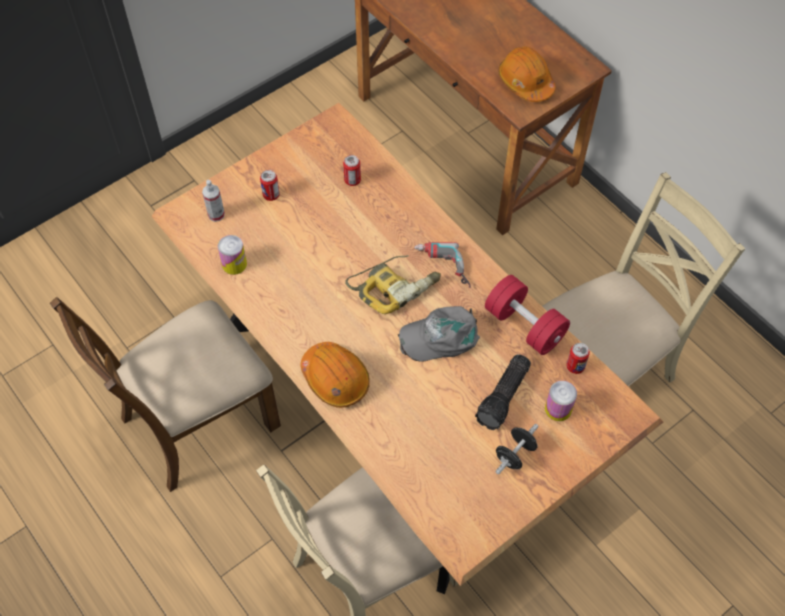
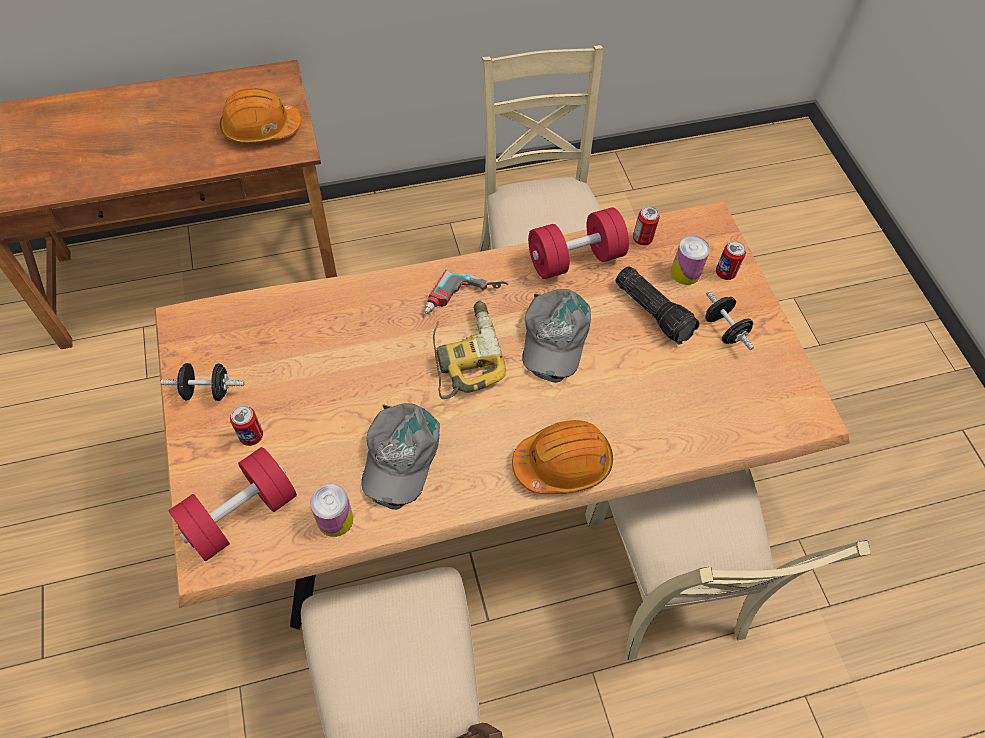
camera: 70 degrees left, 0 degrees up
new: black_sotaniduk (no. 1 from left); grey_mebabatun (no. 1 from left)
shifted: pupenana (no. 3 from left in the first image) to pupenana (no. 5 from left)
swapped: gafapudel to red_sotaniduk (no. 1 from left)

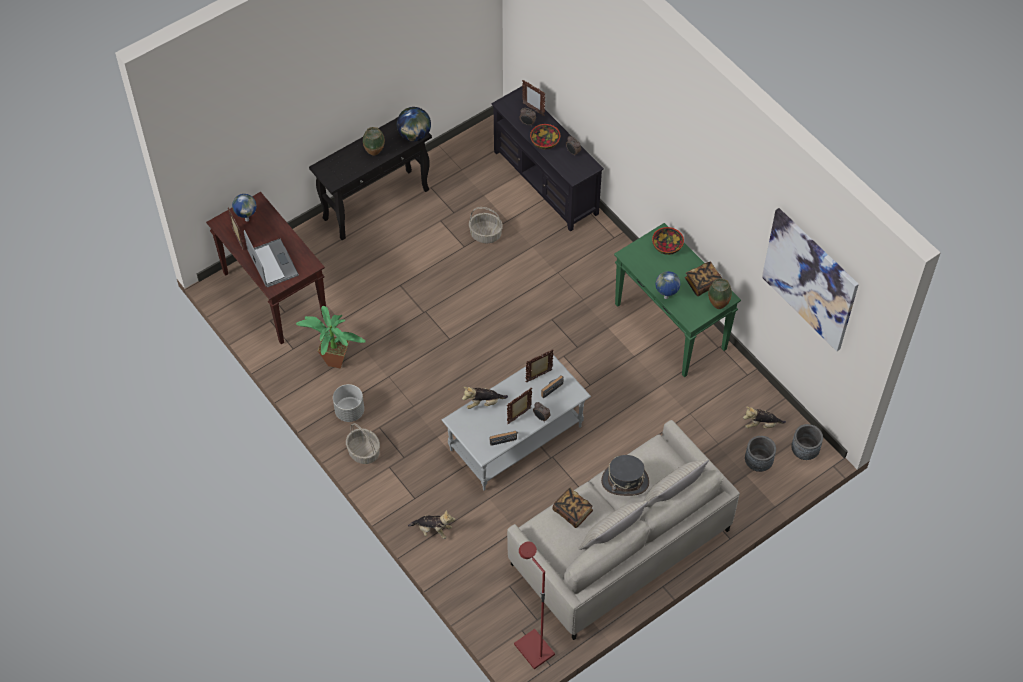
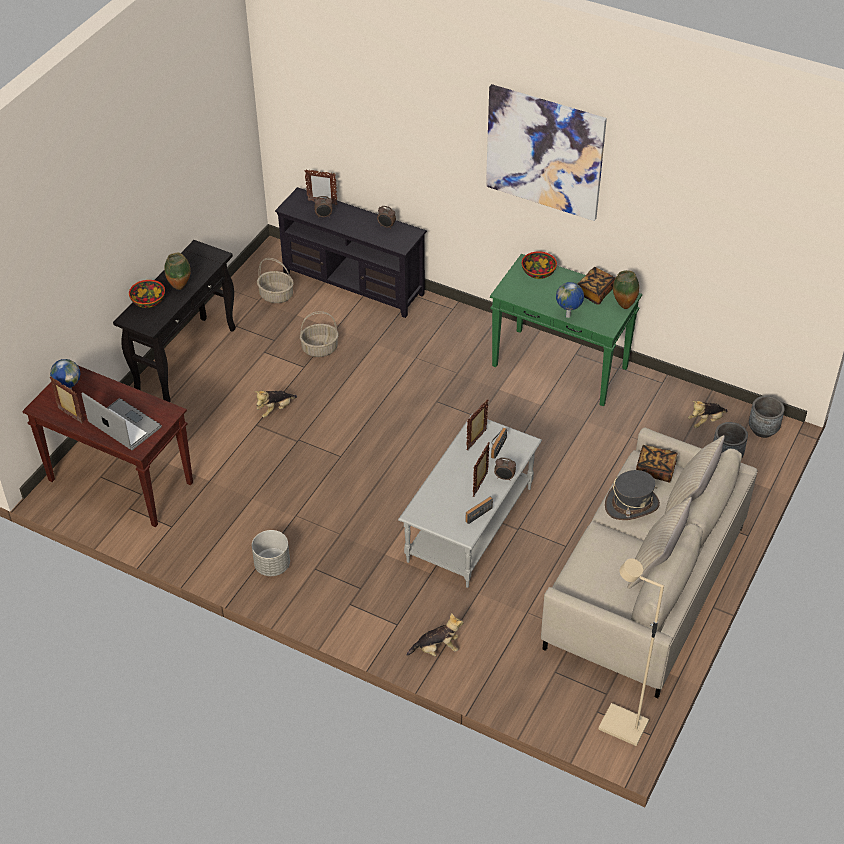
camera: 25 degrees left, 10 degrees down
gone: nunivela; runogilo (no. 2 from left)
shifted: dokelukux (no. 1 from left); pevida (no. 2 from left in the first image) to pevida (no. 1 from left); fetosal (no. 1 from left); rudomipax; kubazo (no. 1 from left in the first image) to kubazo (no. 2 from left)
repainted: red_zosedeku to beige_zosedeku

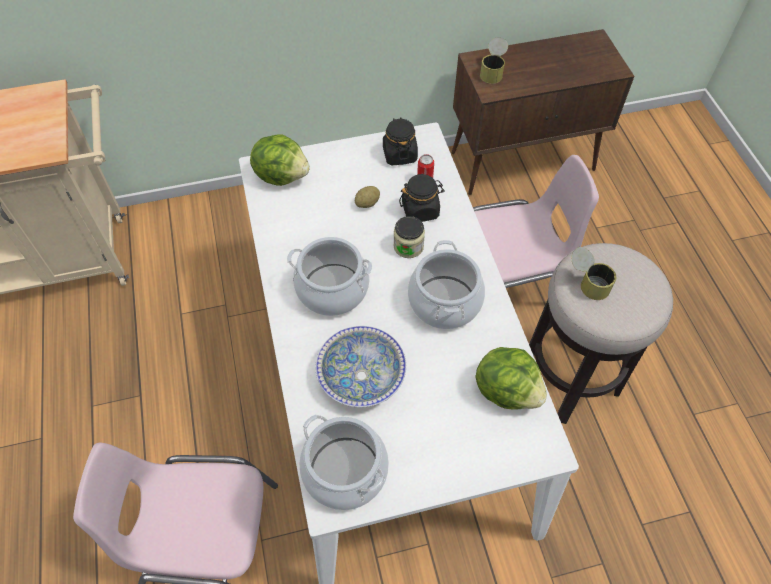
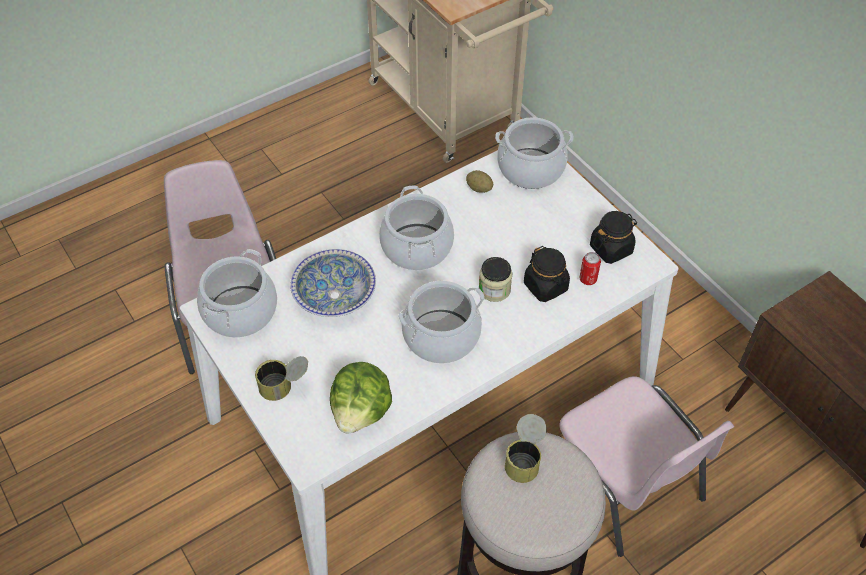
camera: 70 degrees right, 5 degrees down
shifted: pupenana (no. 2 from left in the first image) to pupenana (no. 1 from left); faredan
swapped: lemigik (no. 1 from left) to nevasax (no. 4 from left)

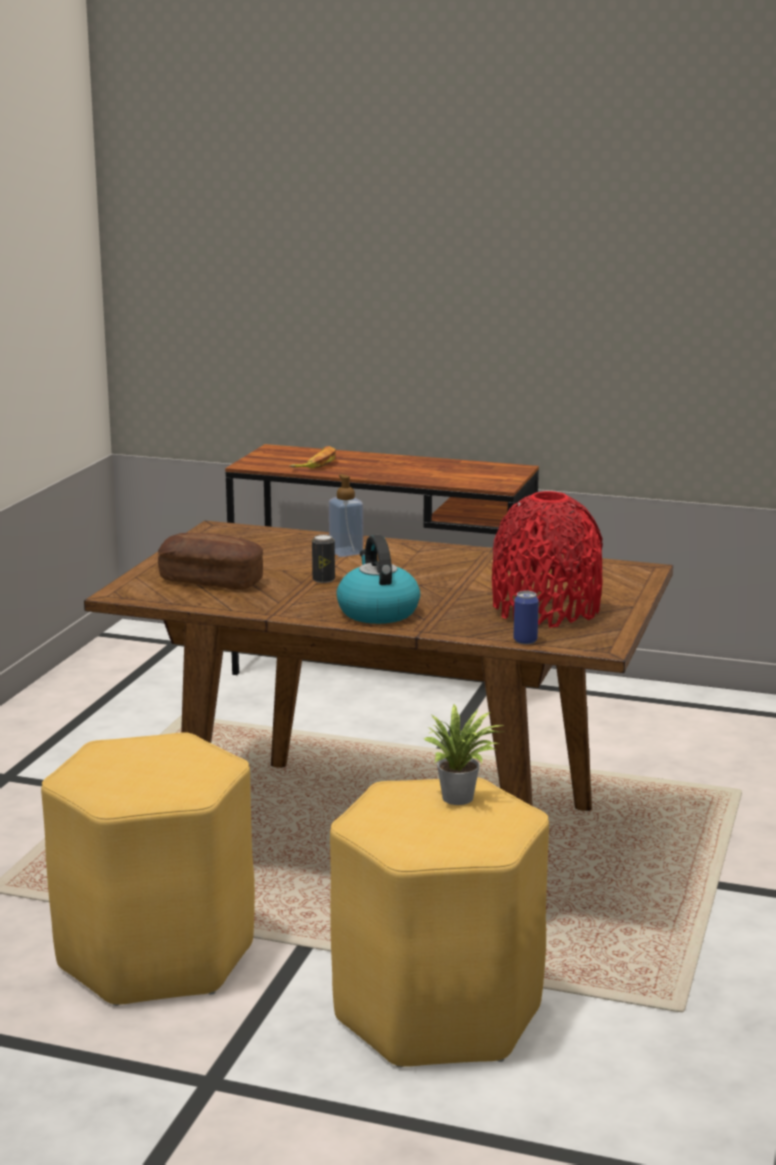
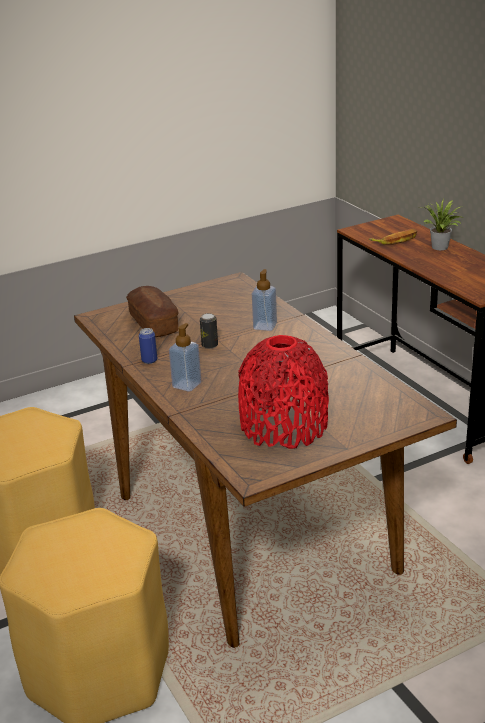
camera: 45 degrees right, 10 degrees up
shifted: pupenana (no. 2 from left in the first image) to pupenana (no. 1 from left); nunivela
swapped: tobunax to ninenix (no. 1 from left)

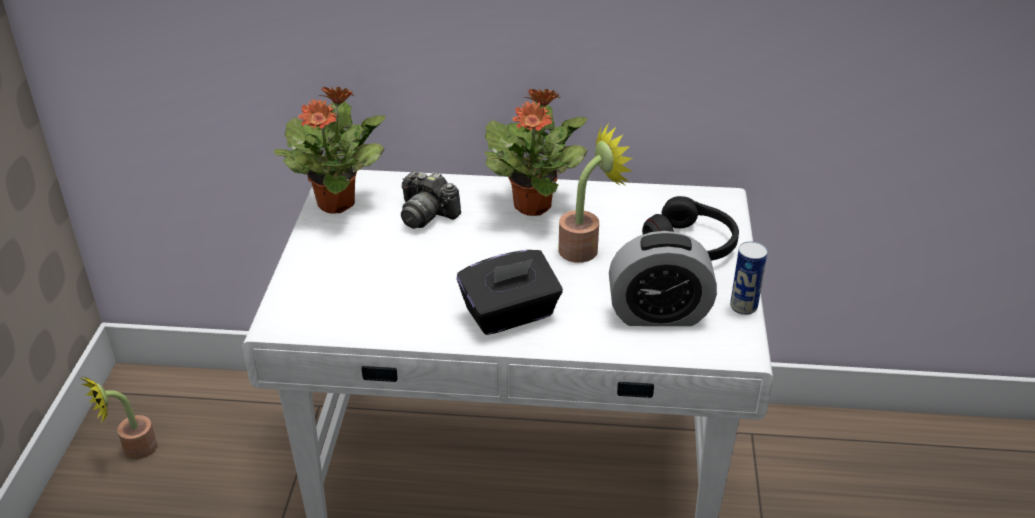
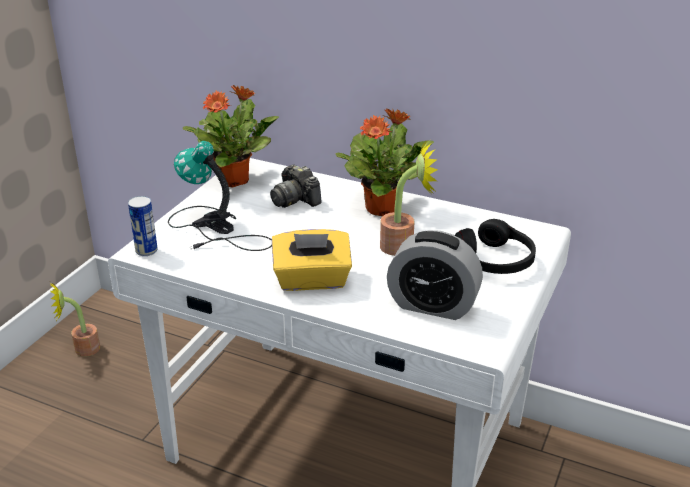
camera: 20 degrees right, 5 degrees down
new: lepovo
shifted: pupenana
repainted: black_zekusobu to yellow_zekusobu

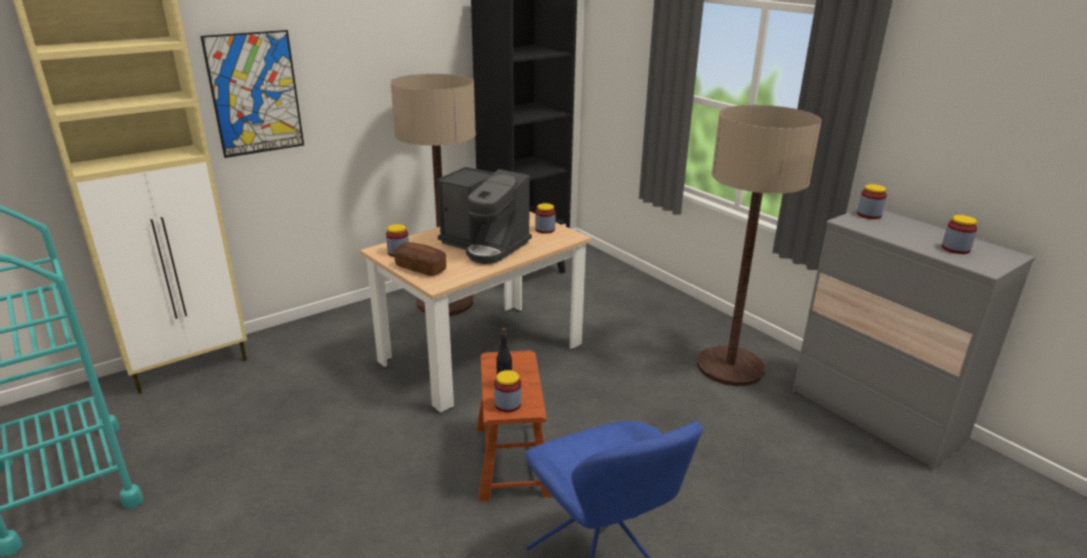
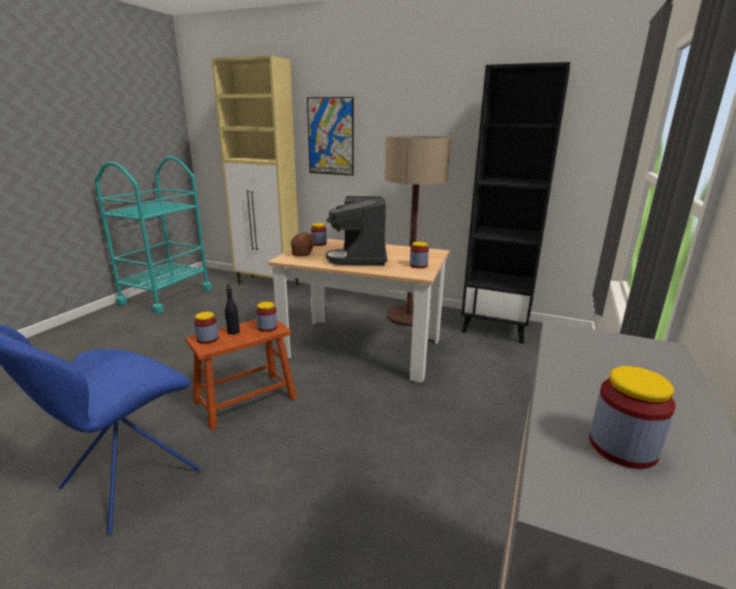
camera: 60 degrees right, 5 degrees down
gone: zosedeku (no. 2 from left)
shifted: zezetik (no. 4 from left in the first image) to zezetik (no. 2 from left)

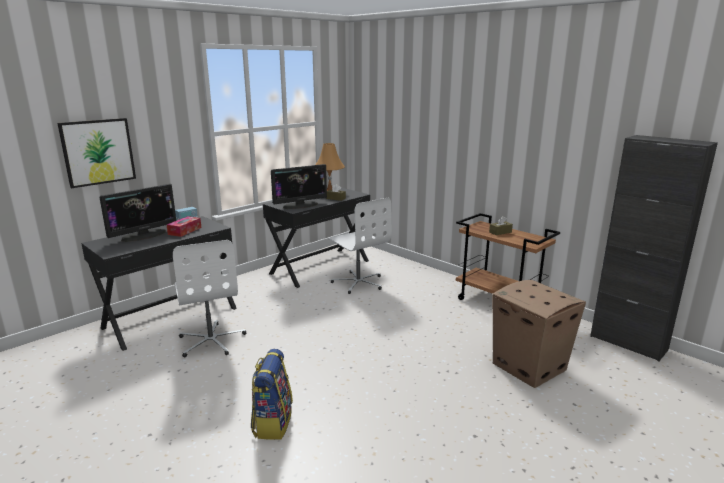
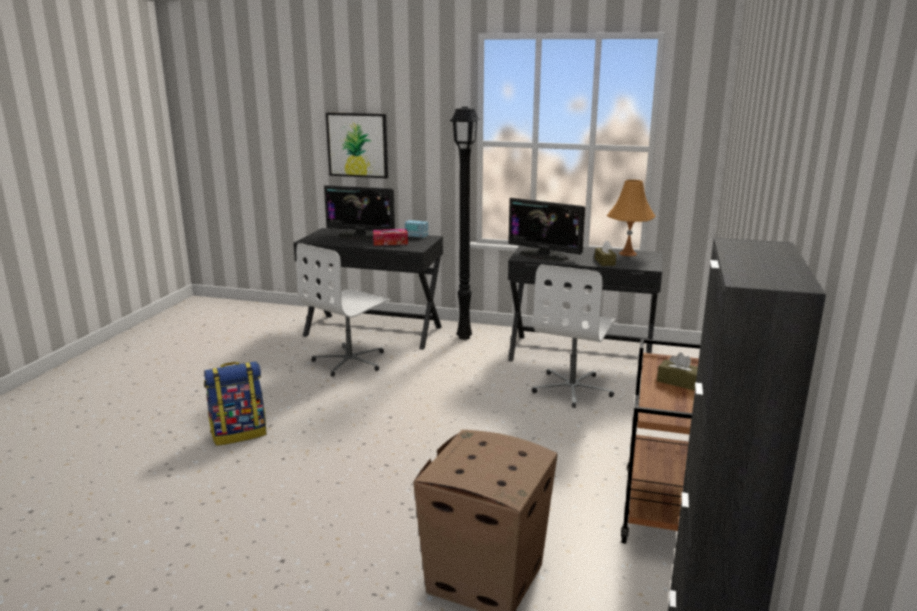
camera: 60 degrees right, 0 degrees up
new: black_zosedeku

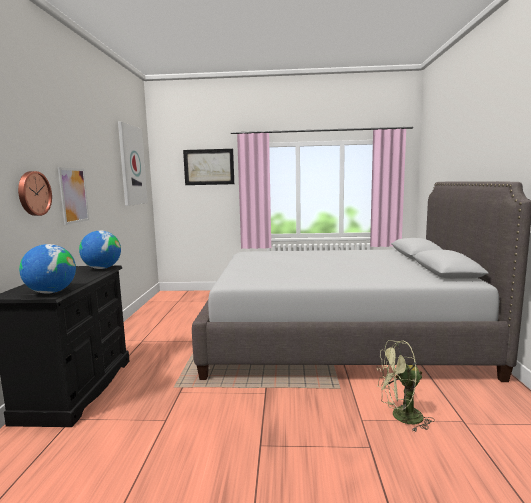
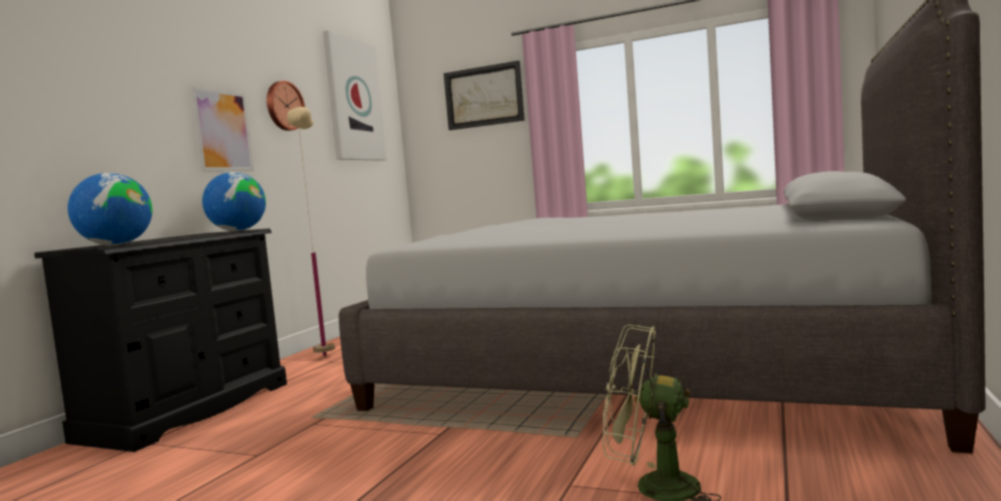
camera: 20 degrees right, 5 degrees down
new: beige_zosedeku
shifted: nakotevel

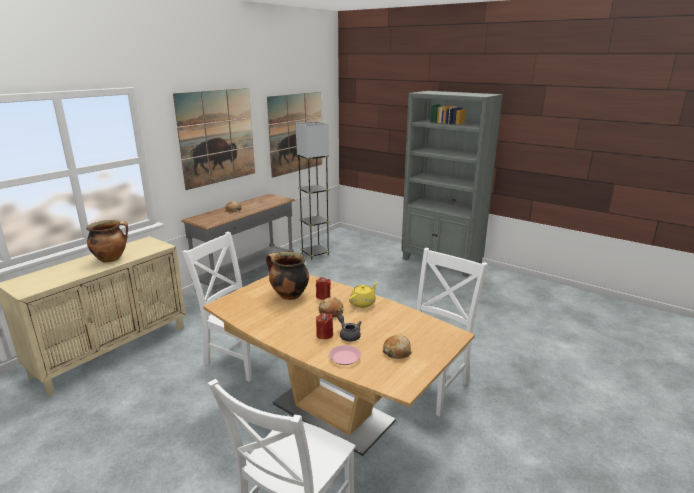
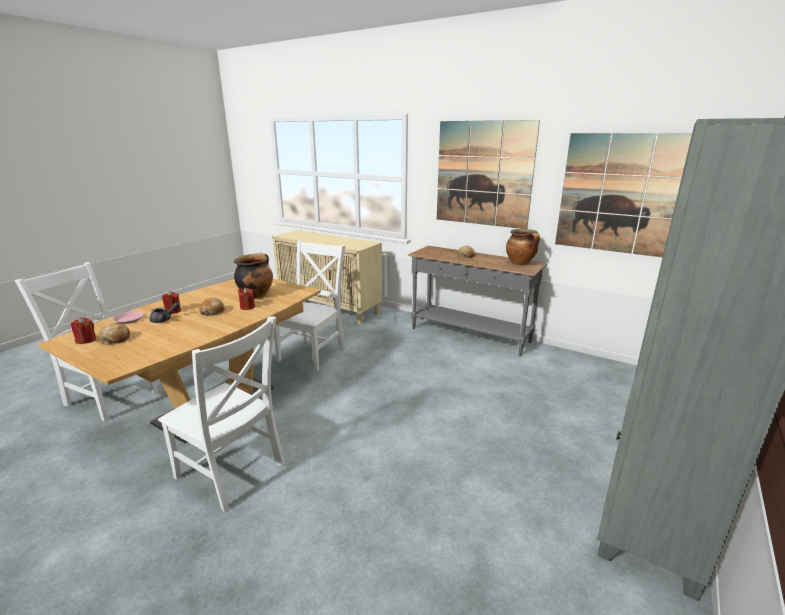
camera: 85 degrees right, 0 degrees up
gone: grey_zosedeku; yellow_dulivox
new: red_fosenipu (no. 1 from left)
shifted: nevasax (no. 1 from left in the first image) to nevasax (no. 2 from left)

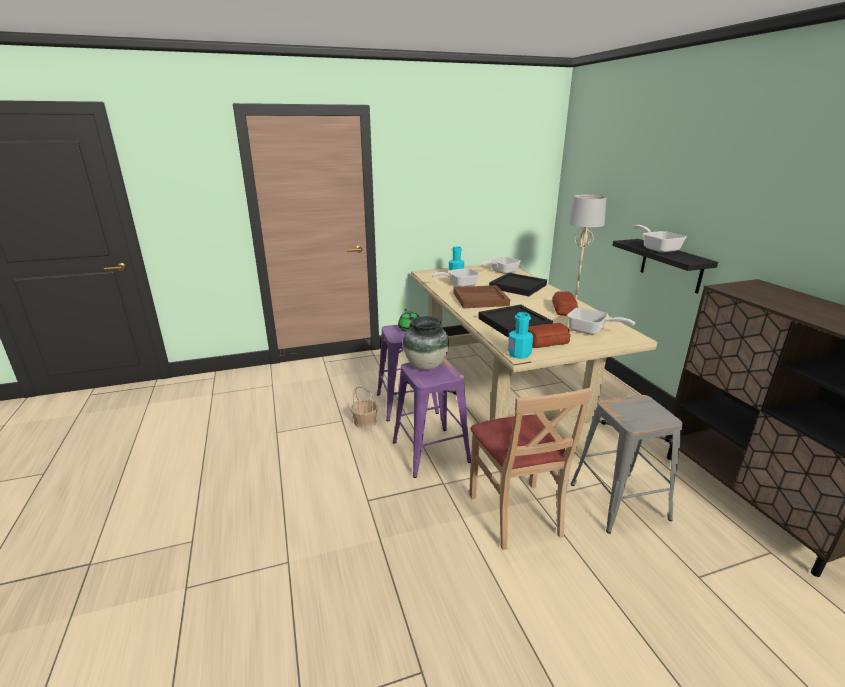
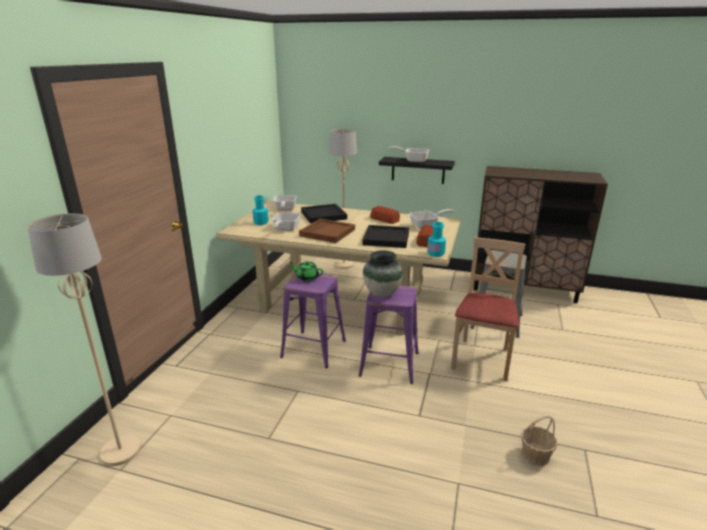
camera: 55 degrees left, 0 degrees up
new: beige_zosedeku (no. 1 from left)
shifted: fetosal
rotated: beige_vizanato 90 degrees counterclockwise

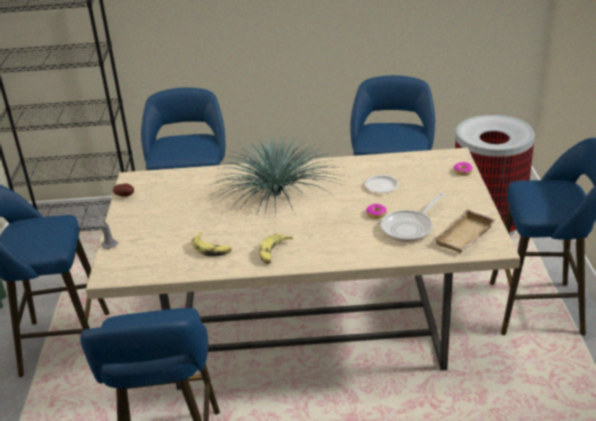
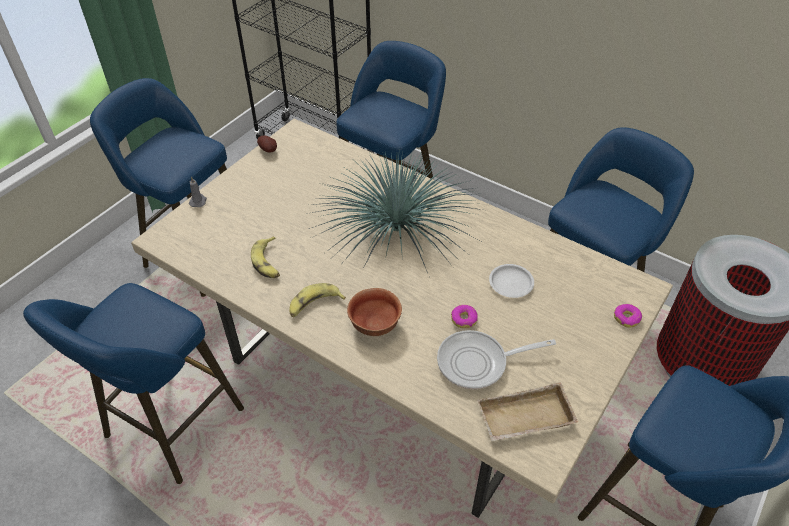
camera: 35 degrees right, 15 degrees up
new: dokelukux

